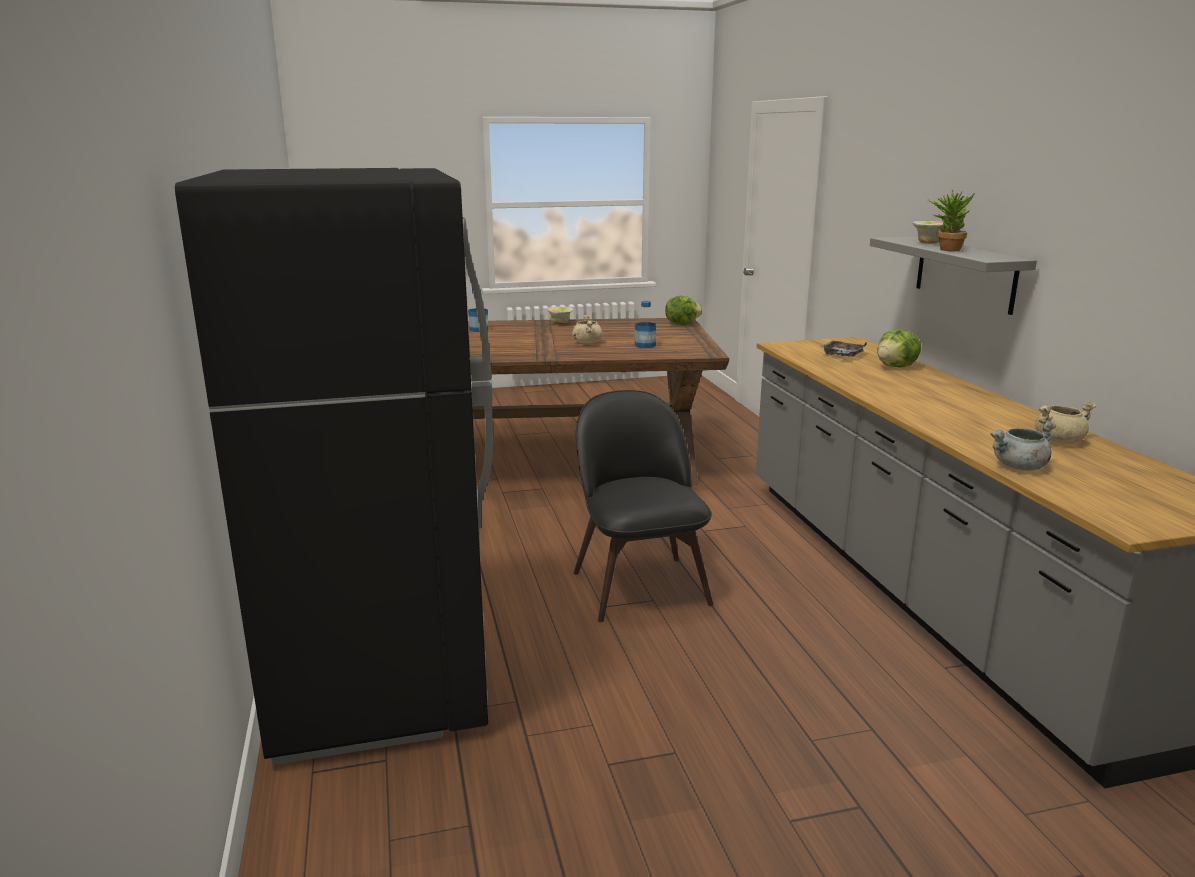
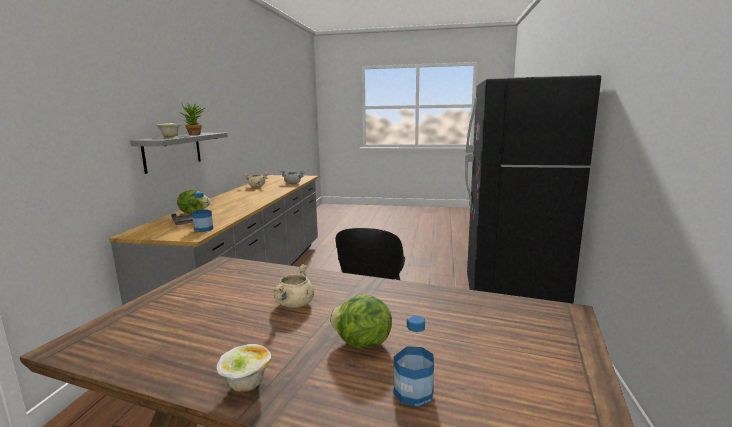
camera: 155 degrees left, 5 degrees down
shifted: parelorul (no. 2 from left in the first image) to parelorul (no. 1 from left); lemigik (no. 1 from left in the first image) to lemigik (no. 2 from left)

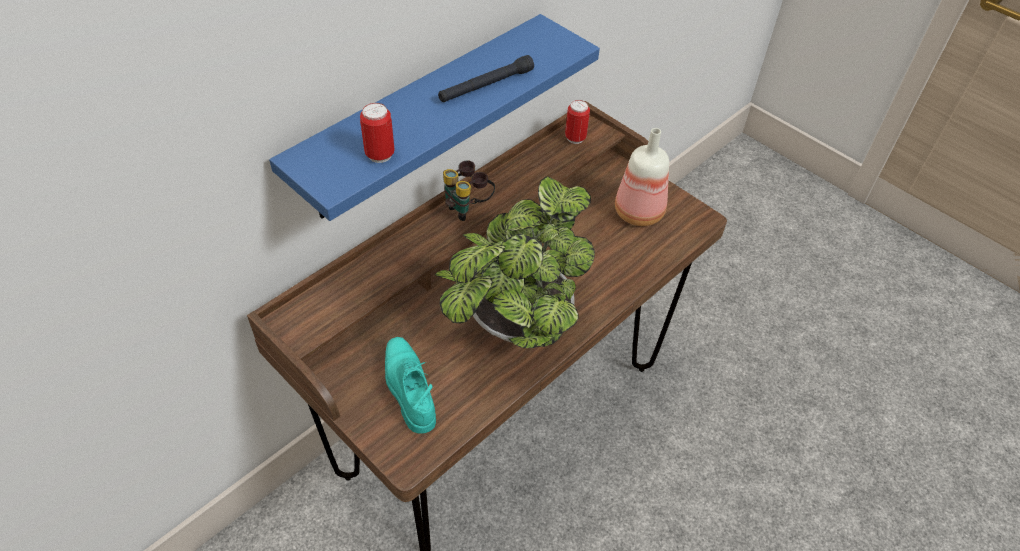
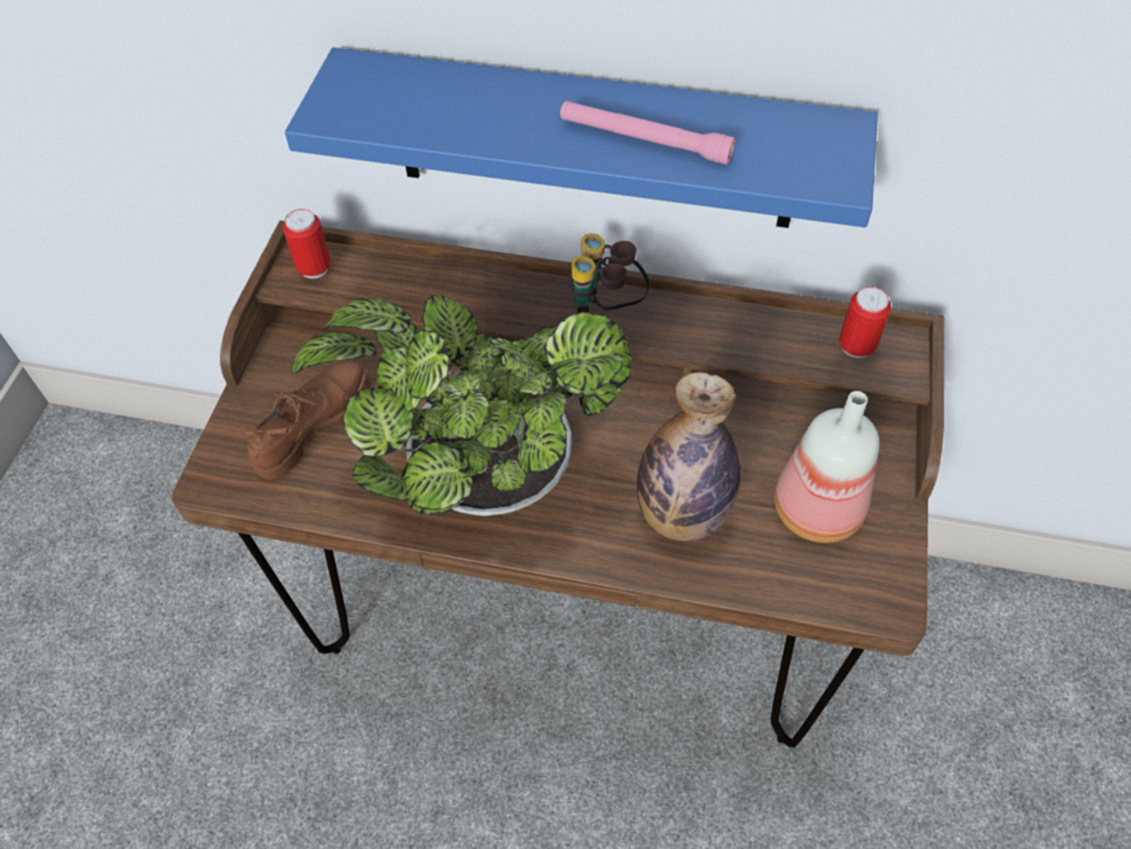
camera: 60 degrees right, 5 degrees up
new: parelorul (no. 1 from left)
shifted: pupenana (no. 1 from left)
repainted: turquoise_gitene to brown_gitene; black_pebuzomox to pink_pebuzomox

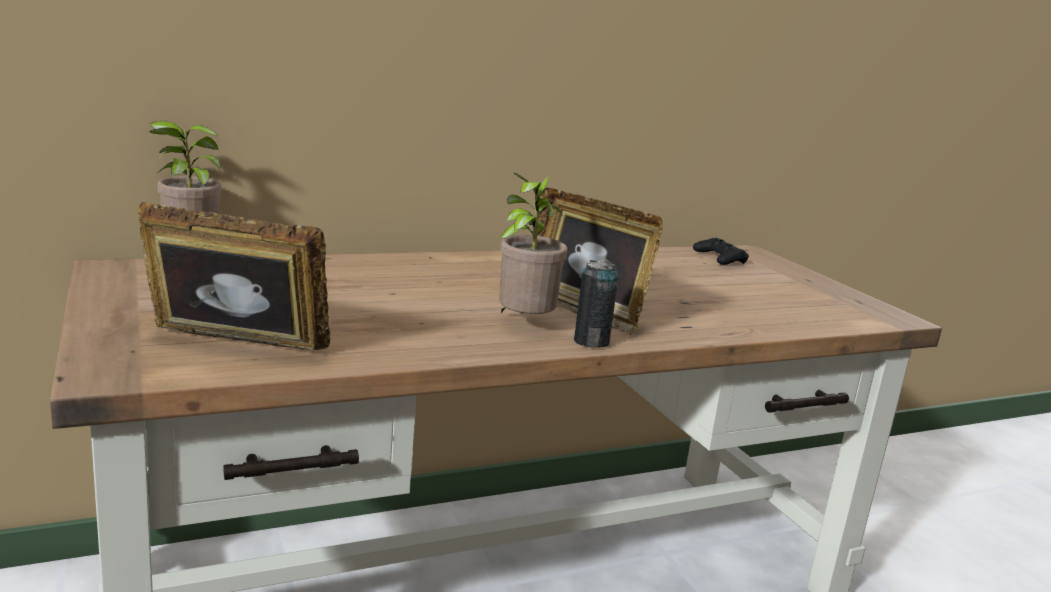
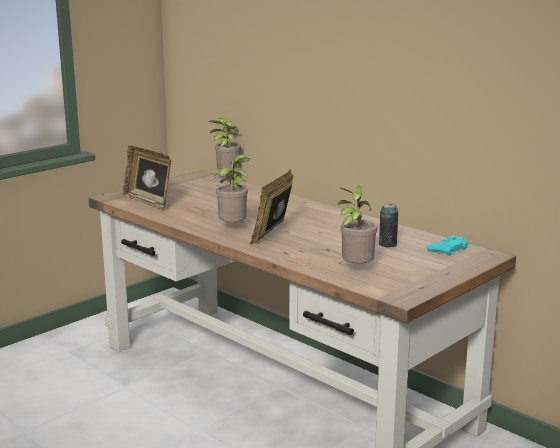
camera: 70 degrees right, 0 degrees up
new: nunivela (no. 3 from left)
shifted: pupenana
repainted: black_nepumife to turquoise_nepumife
rotated: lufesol (no. 1 from left) 150 degrees clockwise

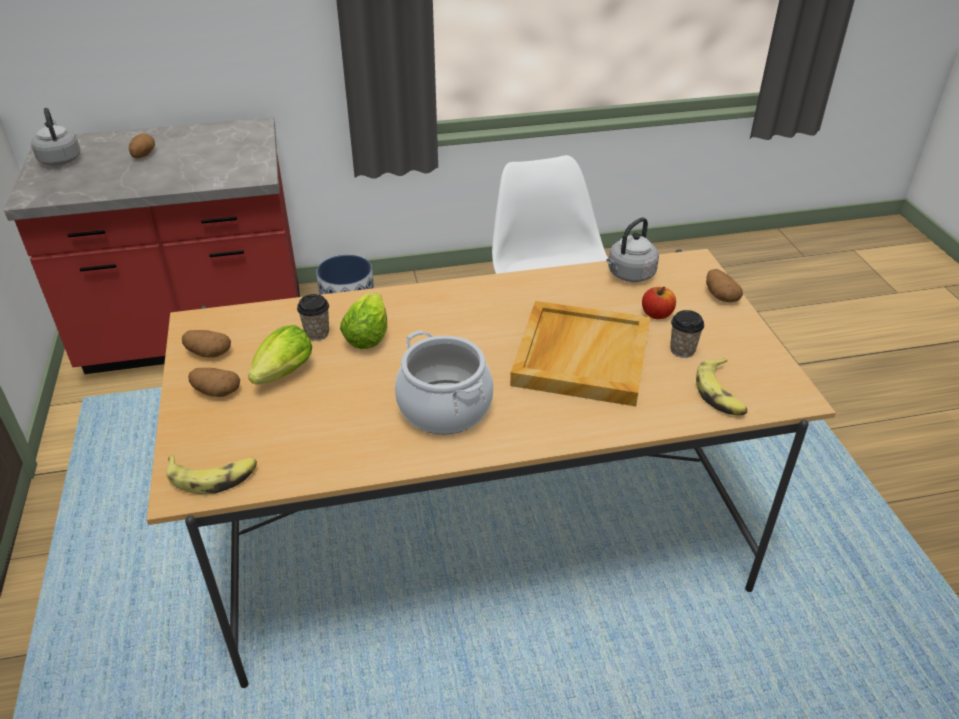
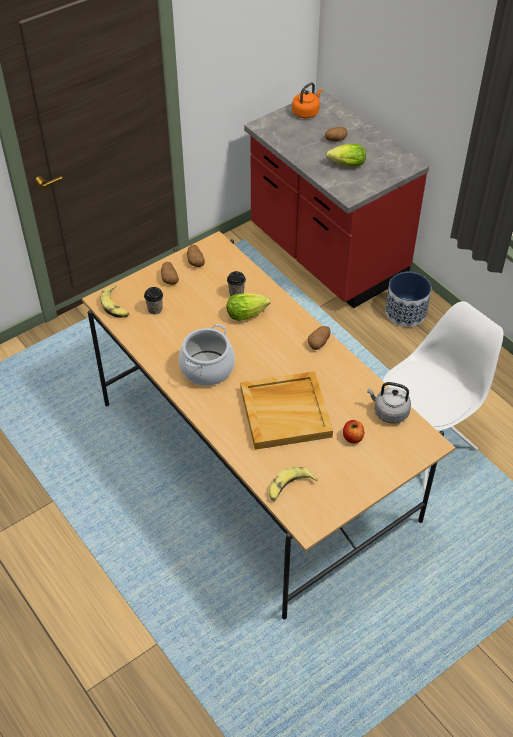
camera: 65 degrees right, 10 degrees up
shifted: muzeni (no. 2 from left in the first image) to muzeni (no. 1 from left); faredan (no. 4 from left in the first image) to faredan (no. 3 from left); lemigik (no. 1 from left in the first image) to lemigik (no. 2 from left)
repainted: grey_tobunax (no. 1 from left) to orange_tobunax

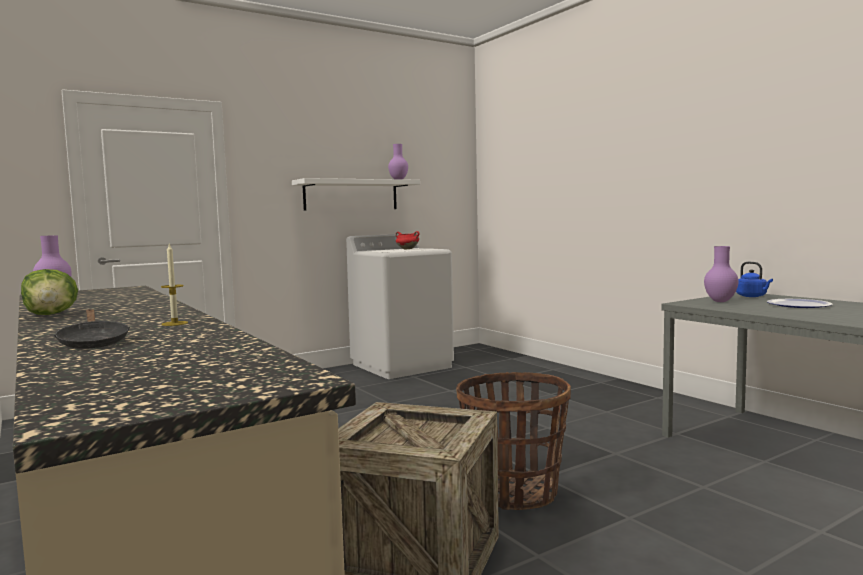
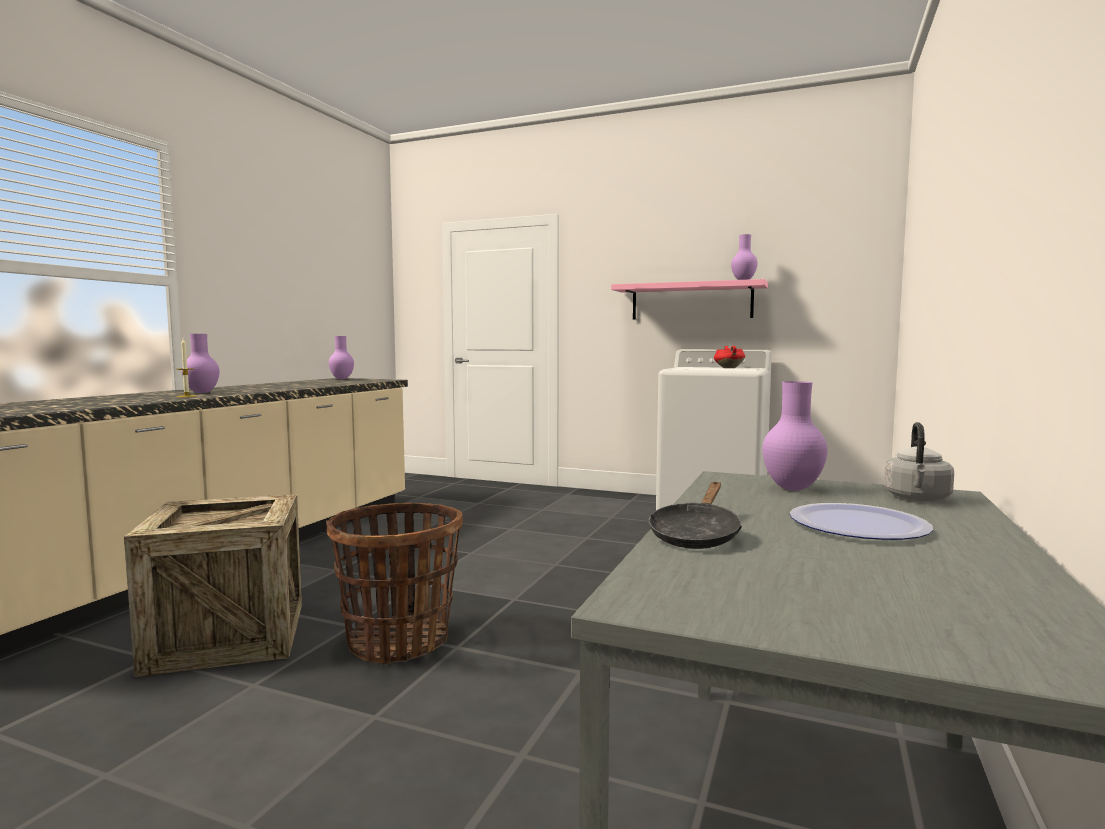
camera: 55 degrees right, 0 degrees up
gone: lemigik
new: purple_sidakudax (no. 1 from left)
shifted: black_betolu
repainted: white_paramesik to pink_paramesik; blue_tobunax to grey_tobunax

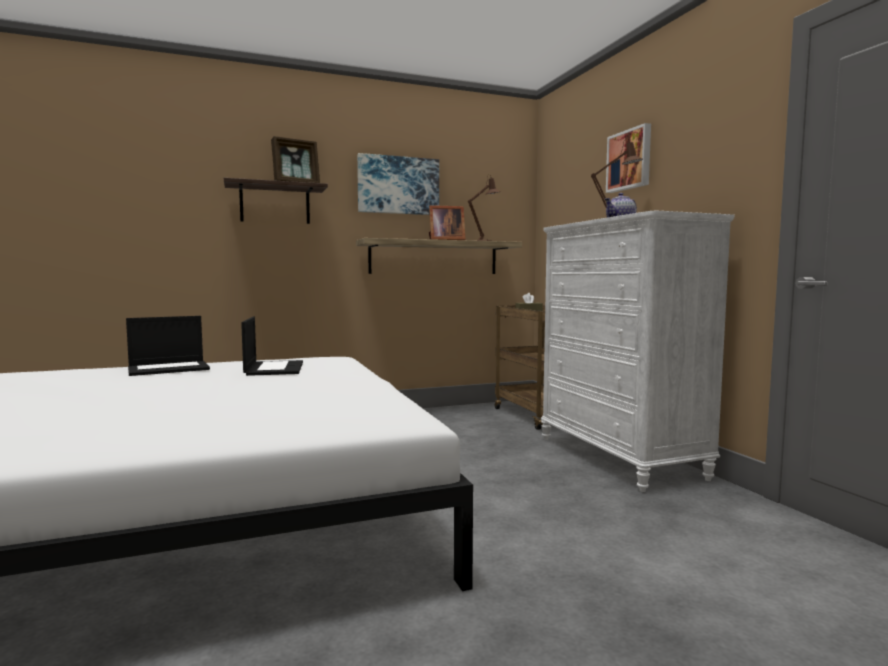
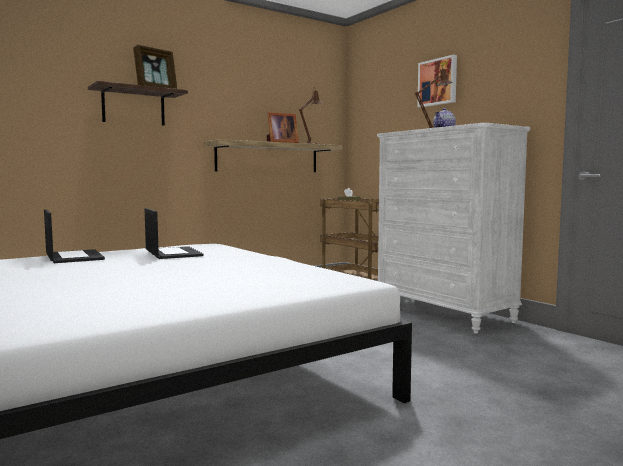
camera: 15 degrees left, 0 degrees up
gone: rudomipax (no. 1 from left)
rotated: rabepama (no. 1 from left) 75 degrees counterclockwise

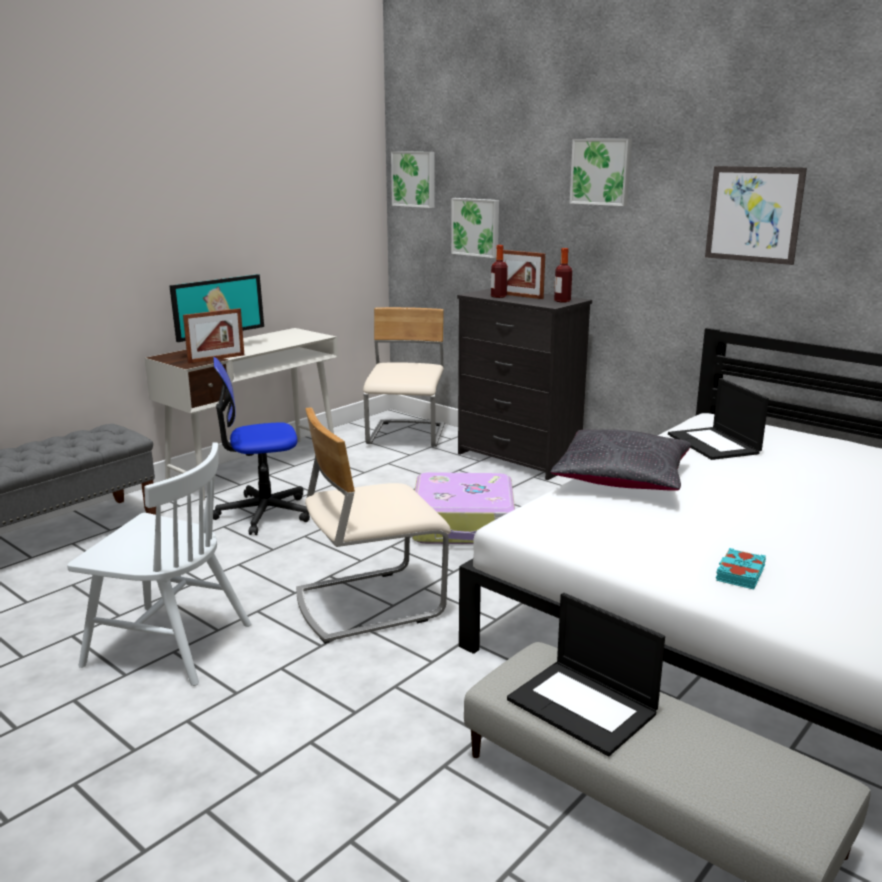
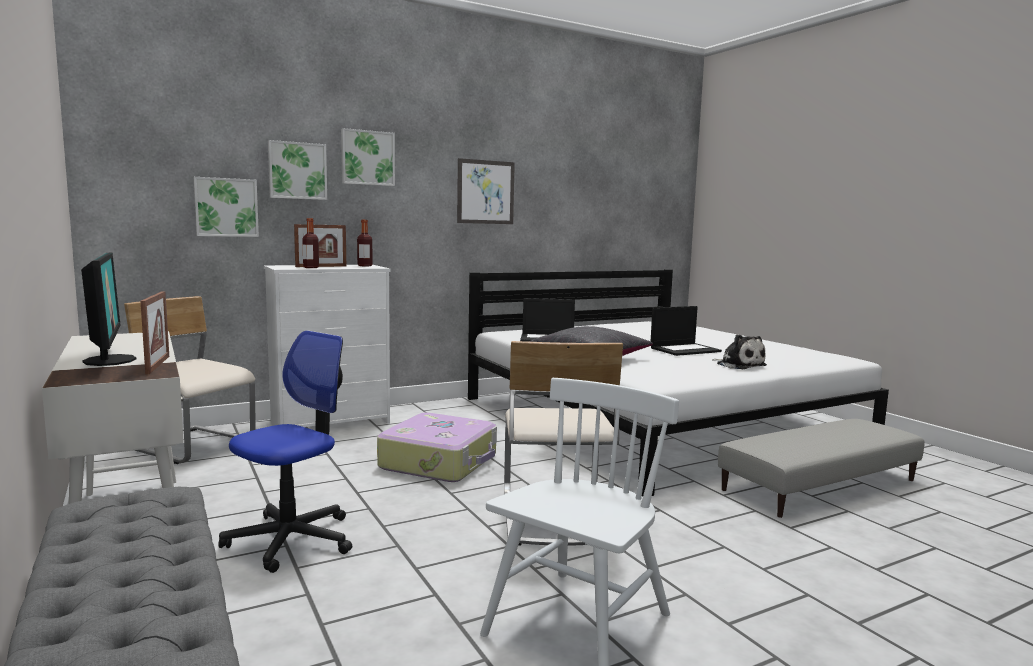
camera: 70 degrees left, 10 degrees down
shifted: rudomipax (no. 1 from left in the first image) to rudomipax (no. 2 from left); rabepama (no. 1 from left in the first image) to rabepama (no. 2 from left)
swapped: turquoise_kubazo to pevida
repainted: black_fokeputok to white_fokeputok
rotated: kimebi 150 degrees counterclockwise

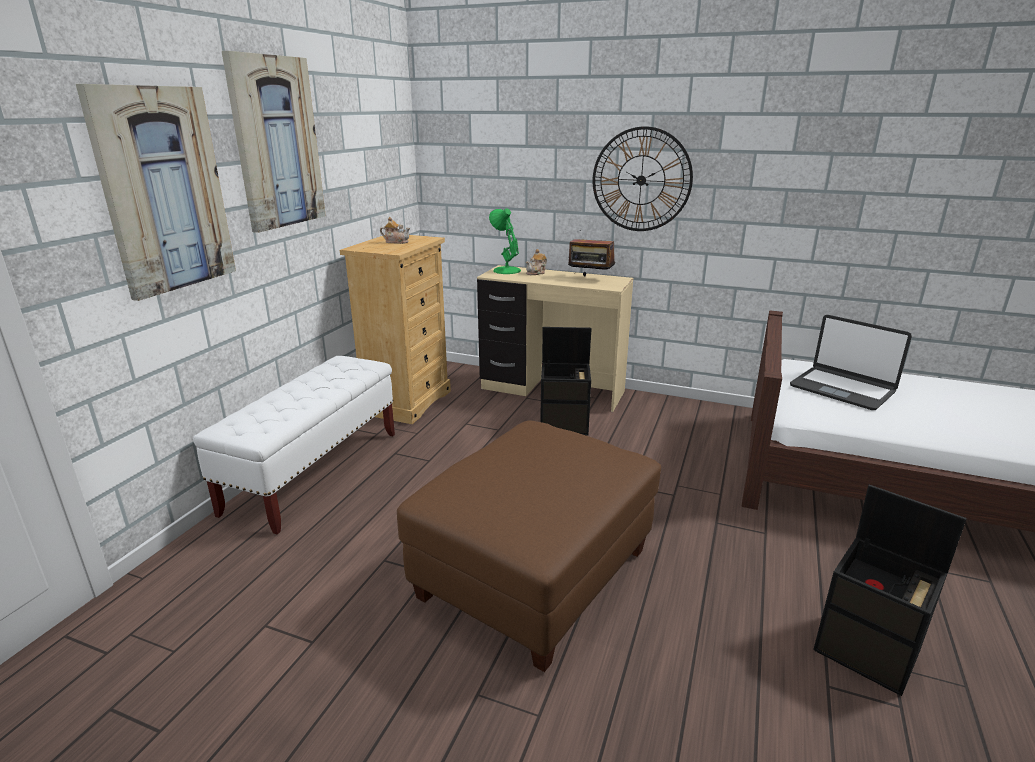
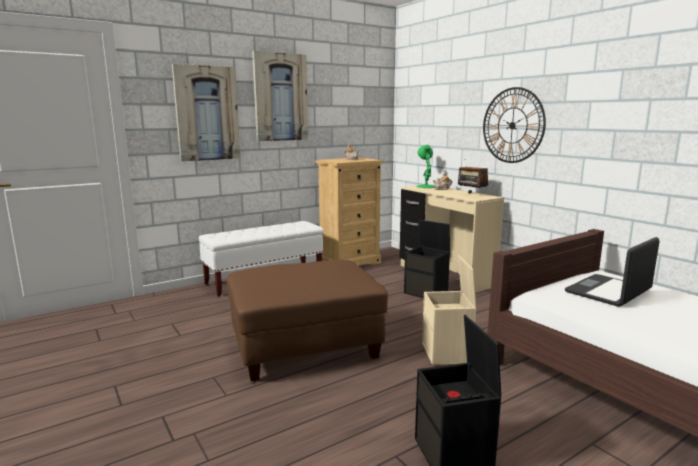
camera: 35 degrees right, 10 degrees down
new: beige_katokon
rotated: rabepama 60 degrees clockwise

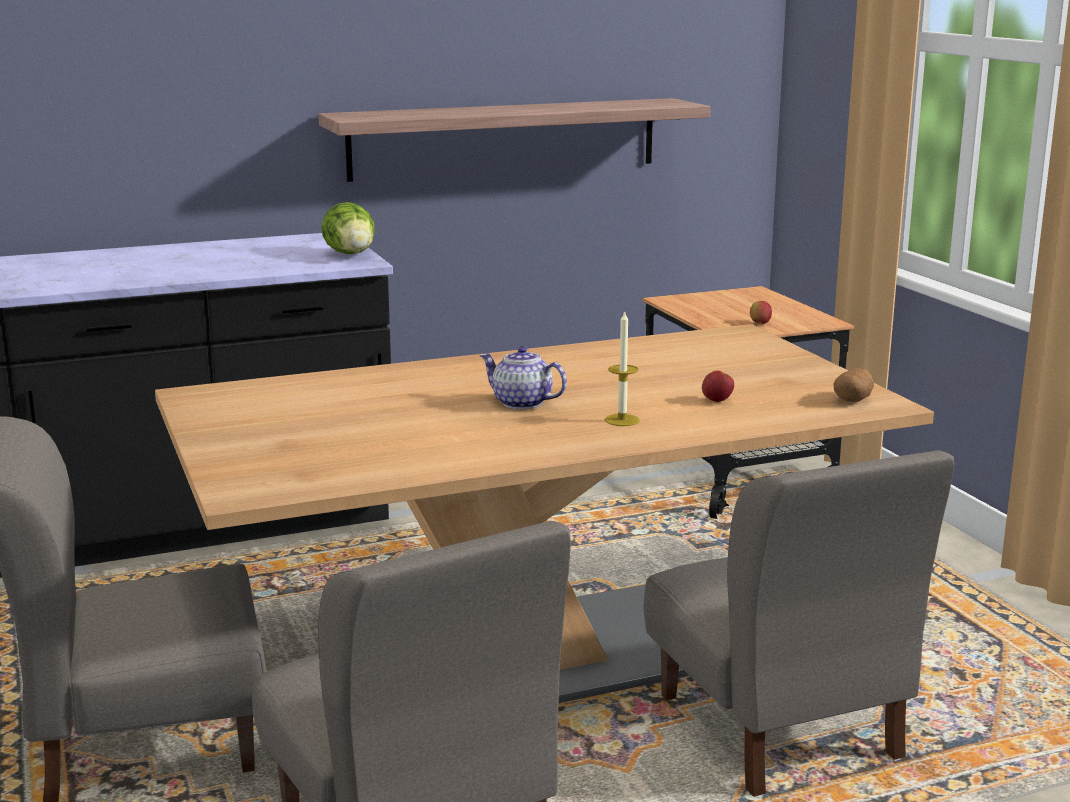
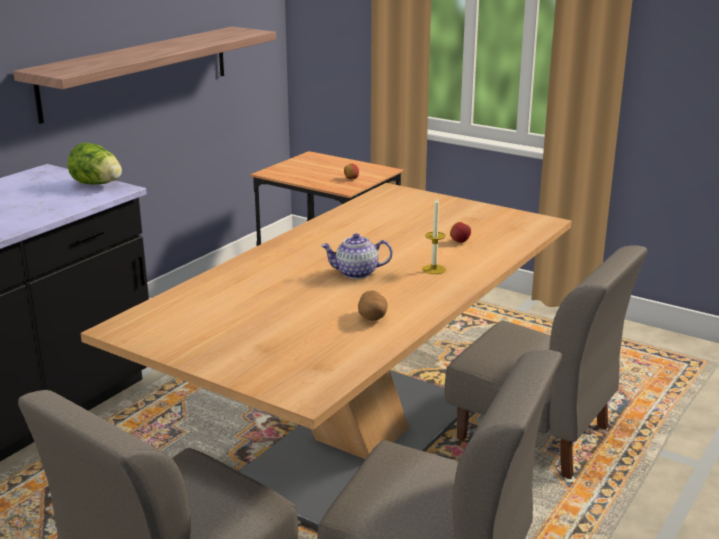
camera: 35 degrees left, 5 degrees up
shifted: faredan

